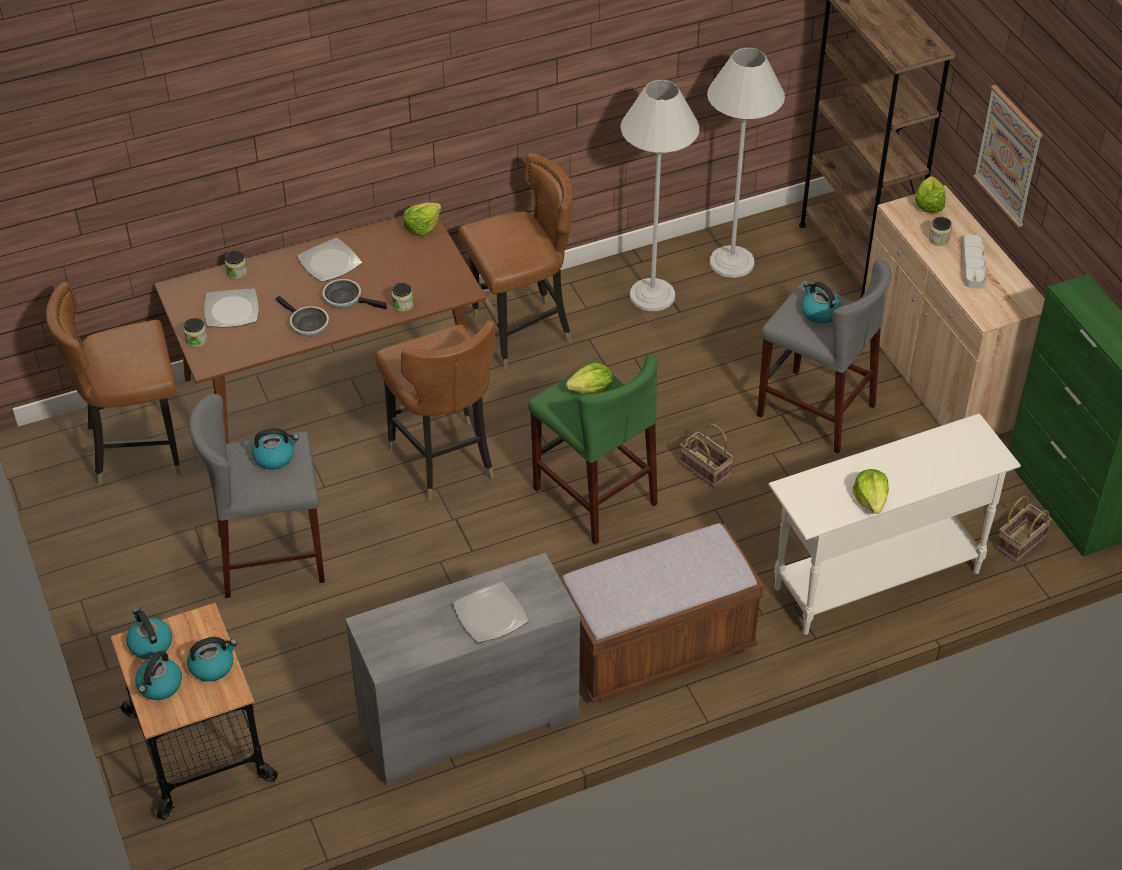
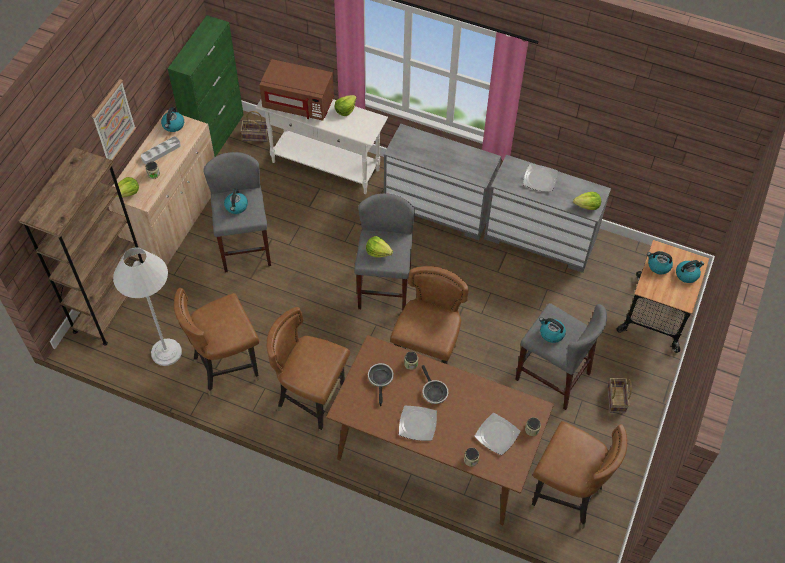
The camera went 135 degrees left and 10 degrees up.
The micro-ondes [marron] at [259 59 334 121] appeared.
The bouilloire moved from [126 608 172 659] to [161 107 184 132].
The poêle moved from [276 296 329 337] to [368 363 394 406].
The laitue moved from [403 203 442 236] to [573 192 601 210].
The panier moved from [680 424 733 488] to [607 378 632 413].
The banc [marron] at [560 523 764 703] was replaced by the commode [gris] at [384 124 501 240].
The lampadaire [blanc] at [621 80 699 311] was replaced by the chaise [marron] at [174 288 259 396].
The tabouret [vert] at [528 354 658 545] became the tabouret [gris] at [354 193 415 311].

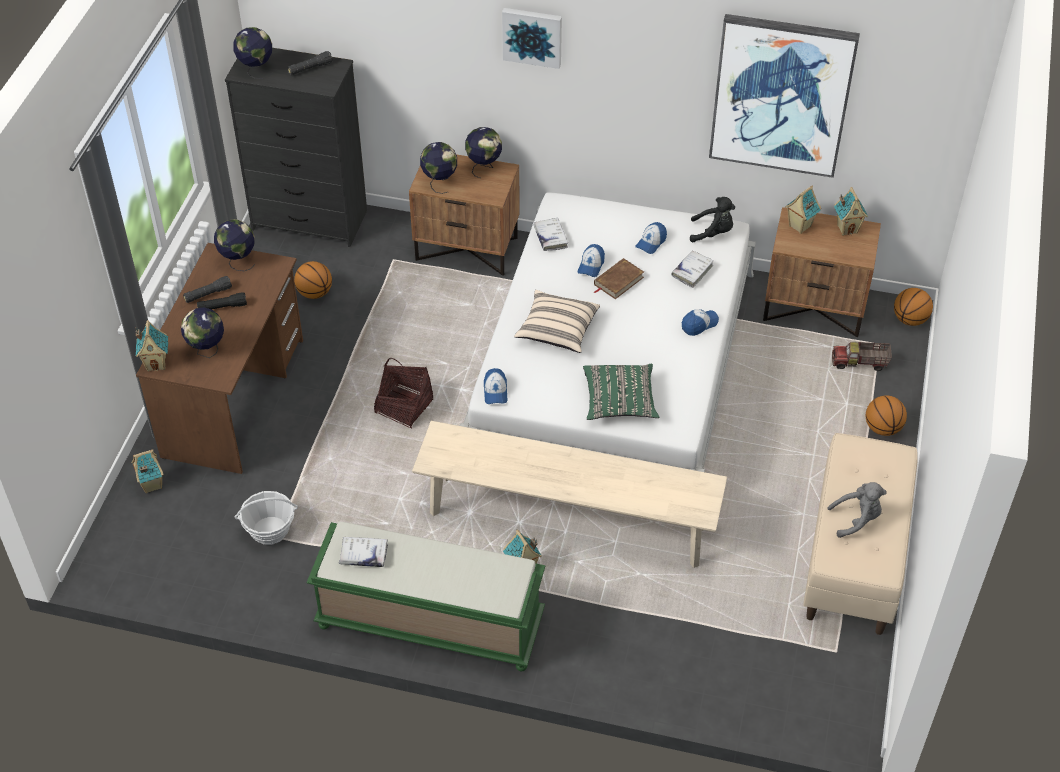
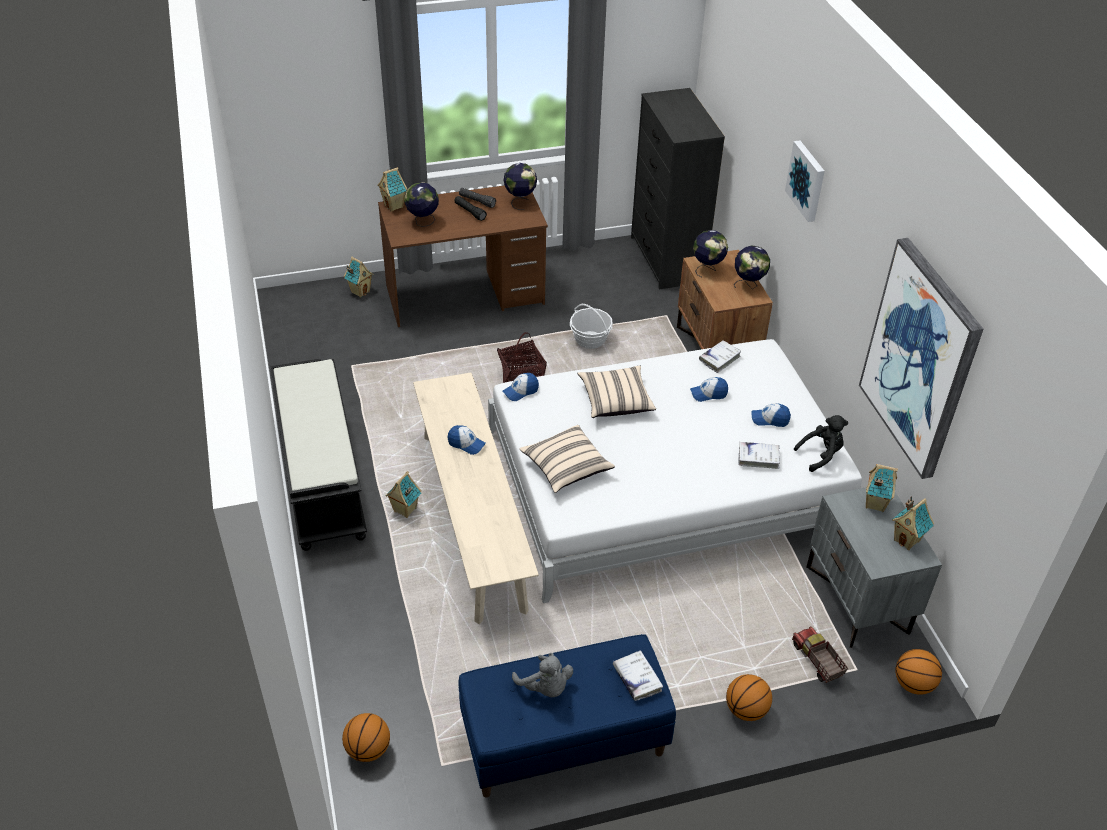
The camera went 60 degrees right and 5 degrees down.
The globe at [233 27 273 79] disappeared.
The lampe de poche [noir] at [288 51 333 75] disappeared.
The livre [marron] at [594 258 644 299] disappeared.
The panier moved from [234 491 298 545] to [570 304 613 349].
The ballon de basket moved from [294 261 332 299] to [342 713 390 762].
The livre [blanc] moved from [339 537 388 567] to [613 650 663 701].
The casquette moved from [682 309 719 336] to [448 425 486 455].
The banc [vert] at [307 522 545 671] became the banc [noir] at [270 359 367 551].
The coussin [vert] at [583 364 659 420] became the coussin [beige] at [520 425 615 493].
The table de chevet [marron] at [763 207 881 337] became the table de chevet [gris] at [806 487 942 648].
The banc [beige] at [803 433 917 635] became the banc [bleu] at [458 634 676 798].
The peluche [noir] at [690 197 735 242] turned 90 degrees counterclockwise.

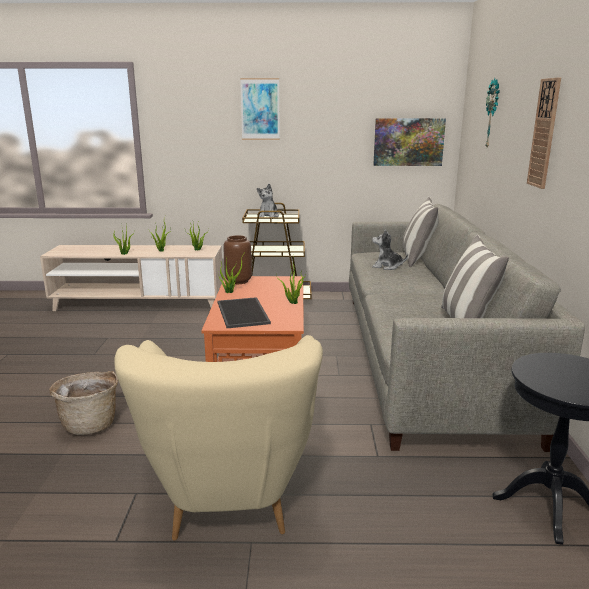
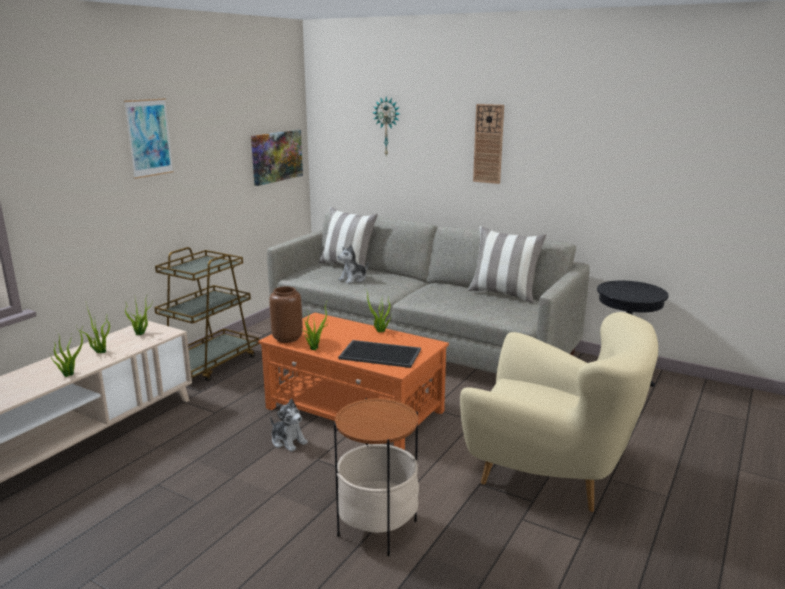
The camera went 60 degrees left and 0 degrees up.
The peluche moved from [257 184 279 217] to [270 398 308 452].
The panier at [49 371 118 435] was replaced by the table d'appoint at [334 398 419 556].

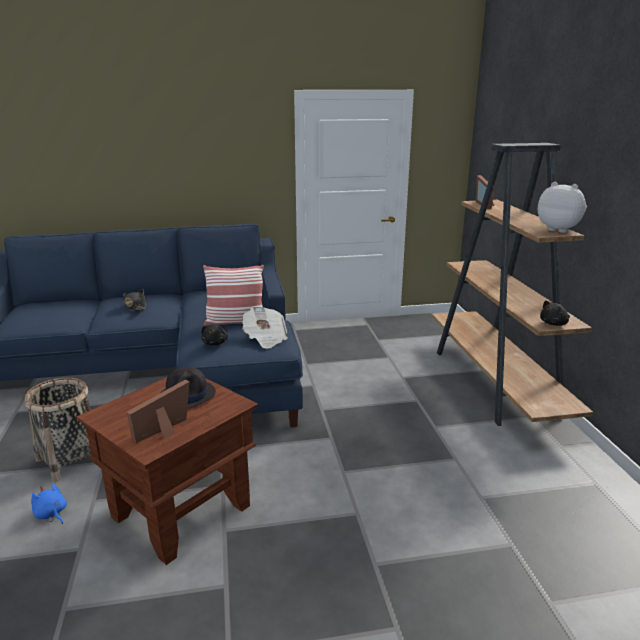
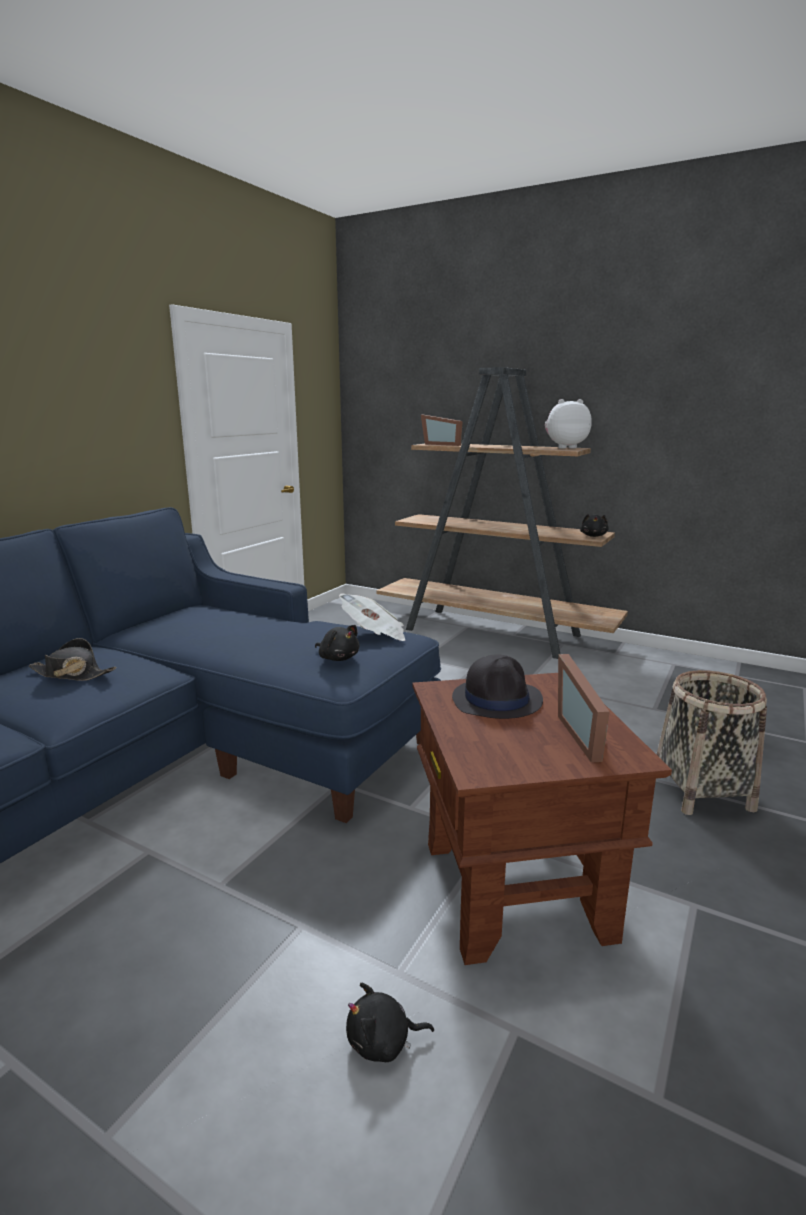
The camera went 50 degrees left and 5 degrees down.
The coussin at [203 265 264 325] disappeared.
The panier moved from [24 378 91 482] to [656 670 767 815].
The peluche [bleu] at [31 483 67 524] became the peluche [noir] at [346 983 434 1062].

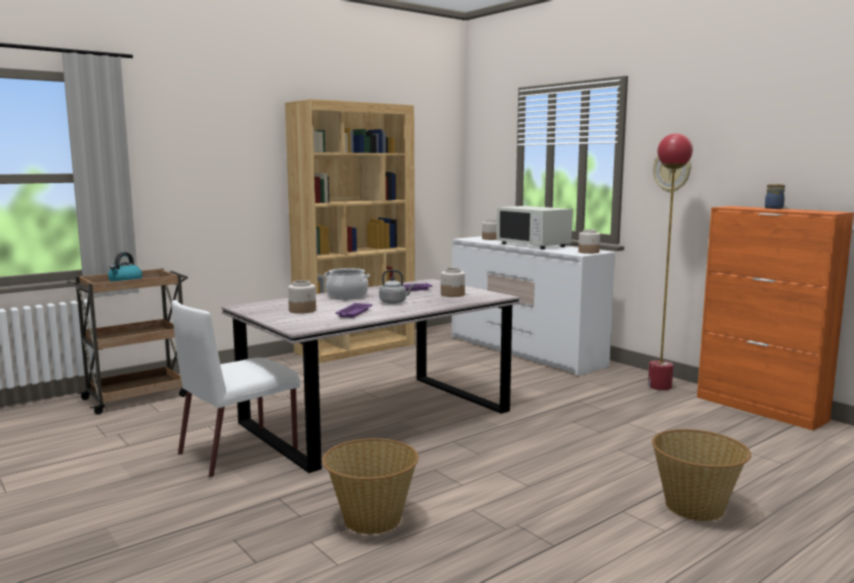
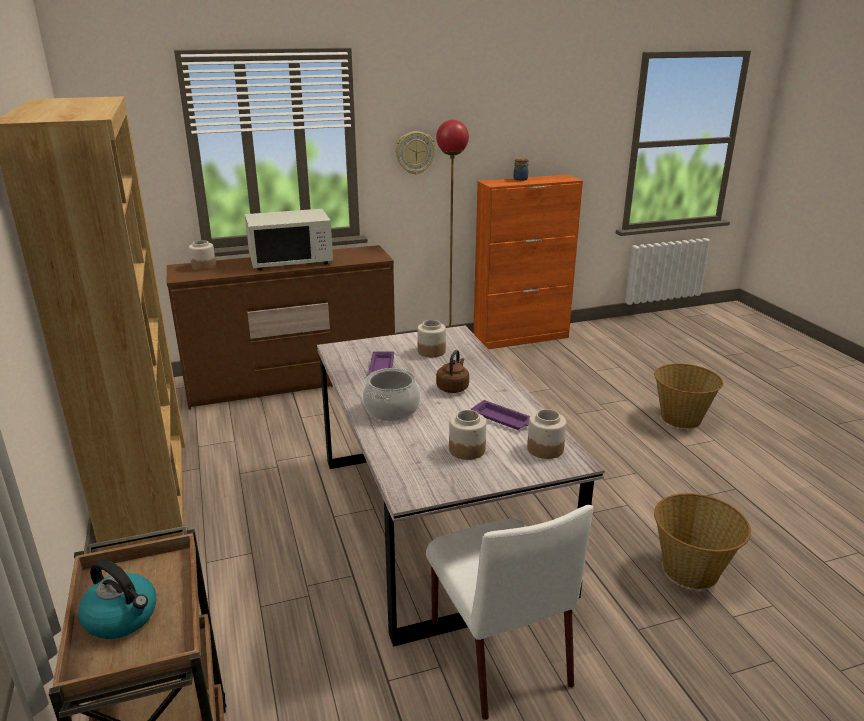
The camera went 70 degrees left and 15 degrees up.
The bocal moved from [578 229 600 254] to [527 409 566 459].
The bouilloire [gris] at [379 270 414 304] became the bouilloire [marron] at [436 350 469 393].
The commode [blanc] at [452 236 615 376] became the commode [marron] at [167 245 395 410].

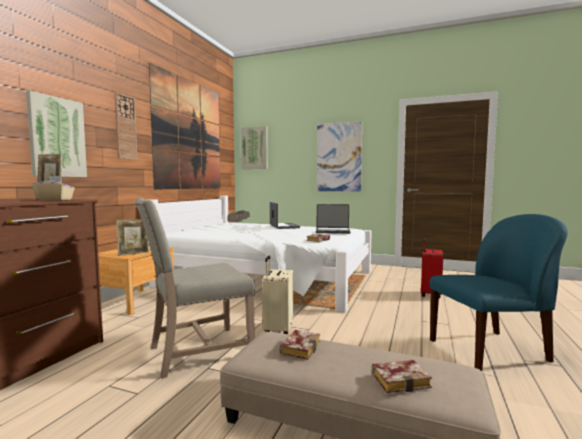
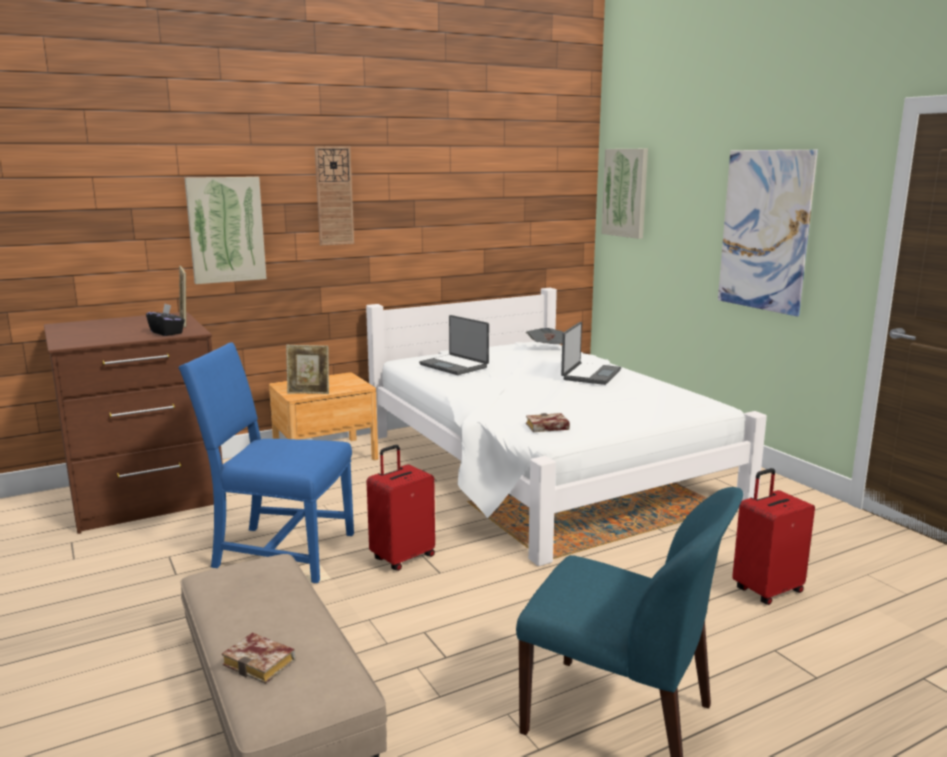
The camera went 40 degrees right and 10 degrees up.
The tableau at [148 63 220 190] disappeared.
The livre at [280 330 320 360] disappeared.
The ordinateur portable moved from [316 204 350 234] to [419 315 489 375].
The boîte à mouchoirs [beige] at [32 176 75 201] became the boîte à mouchoirs [noir] at [146 304 185 336].
The chaise [beige] at [134 198 255 379] became the chaise [bleu] at [178 342 354 583].
The valise [beige] at [262 256 293 334] became the valise [rouge] at [366 445 435 571].

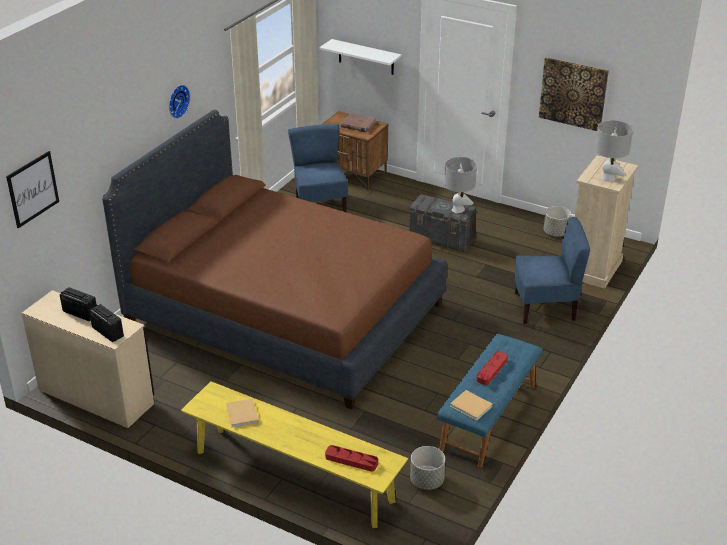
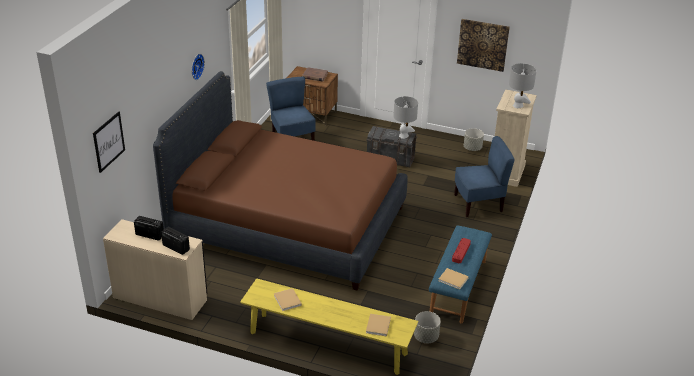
The camera went 10 degrees left and 0 degrees up.
The étagère [blanc] at [319 39 402 75] disappeared.
The plateau [rouge] at [325 445 378 472] was replaced by the livre [beige] at [366 314 391 337].

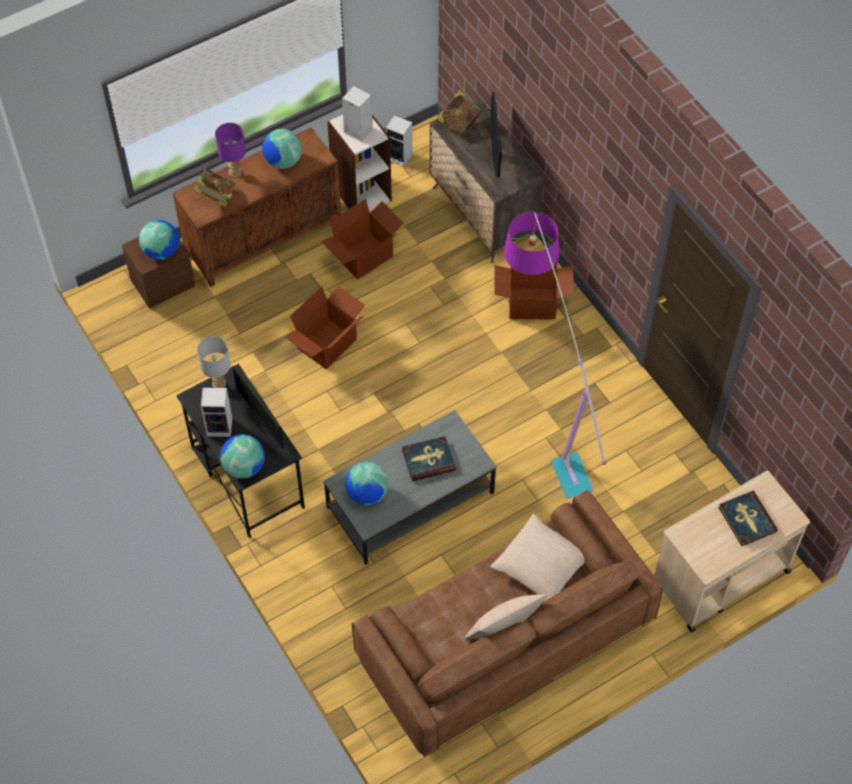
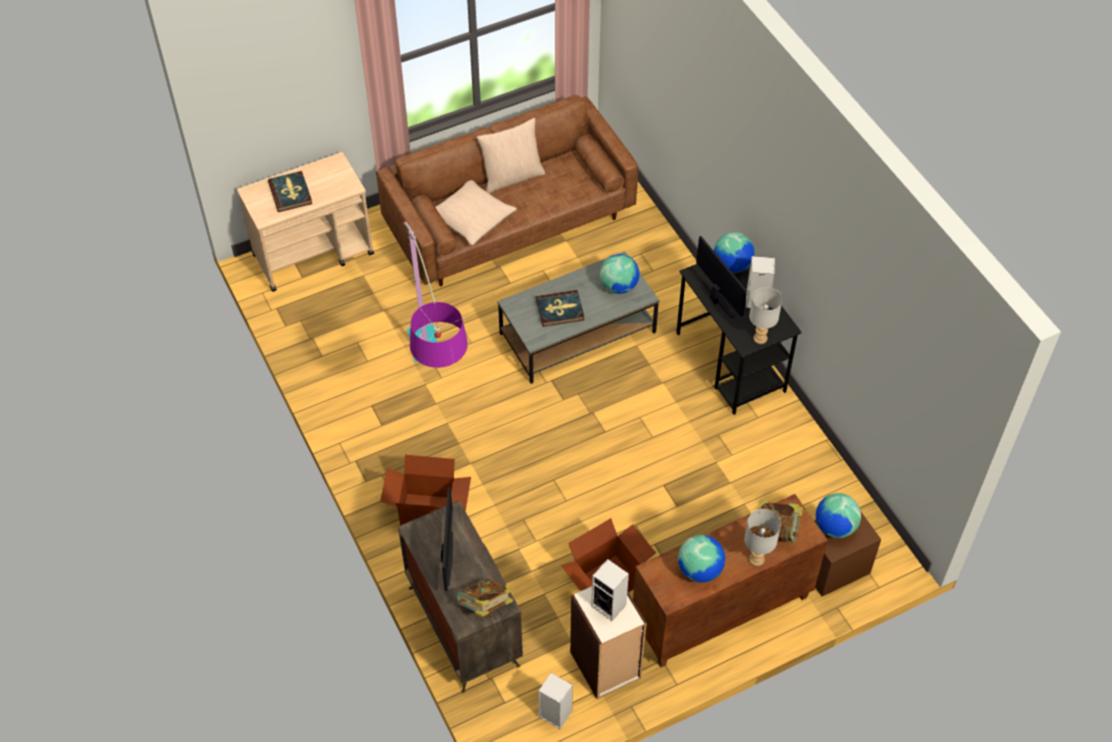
The camera went 175 degrees left and 5 degrees down.
The carton at [285 286 365 369] disappeared.
The lampe de table [violet] at [215 123 246 178] became the lampe de table [gris] at [744 509 781 567].

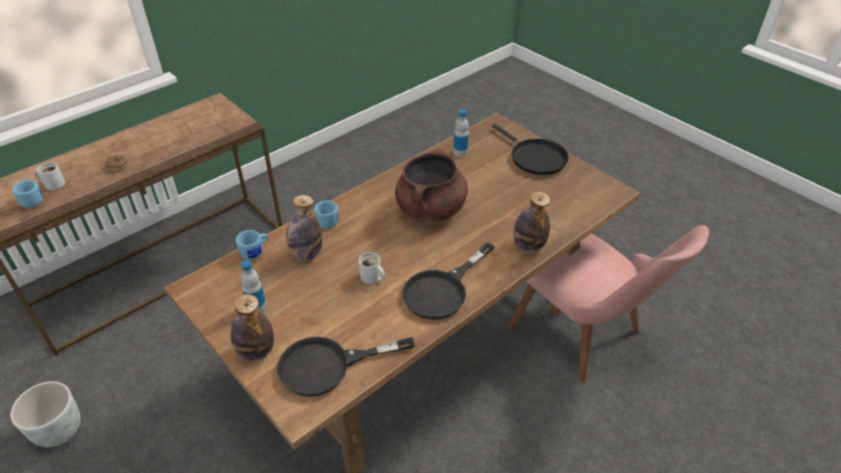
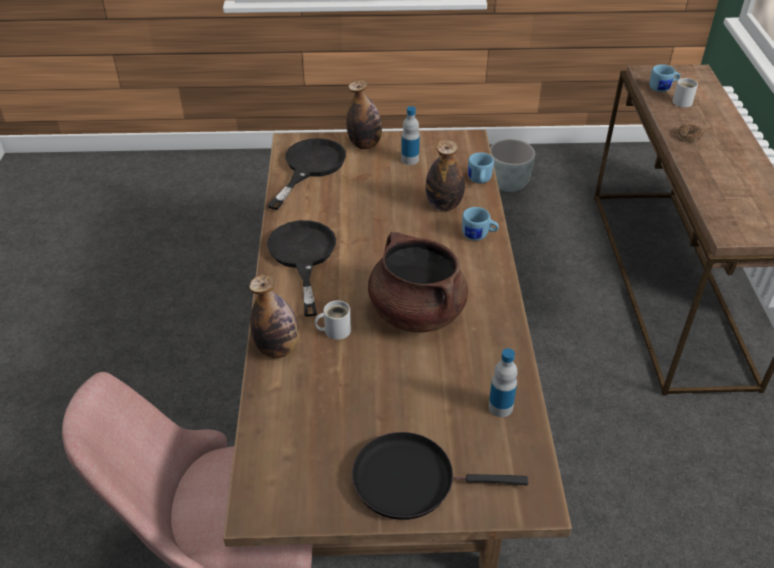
The camera went 130 degrees right and 0 degrees up.
The mug [blanc] moved from [359 252 385 284] to [315 300 351 340].

